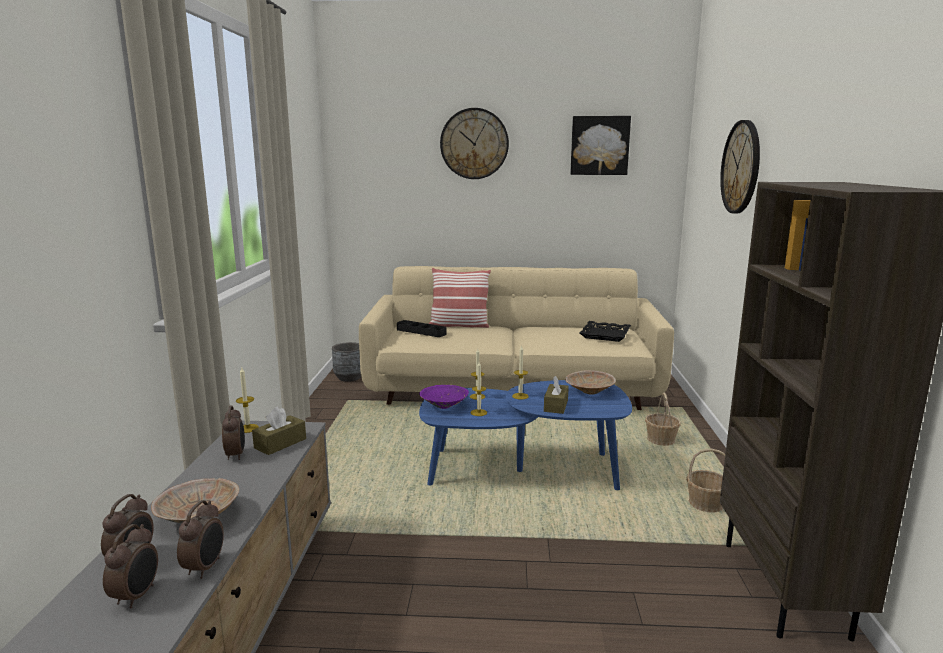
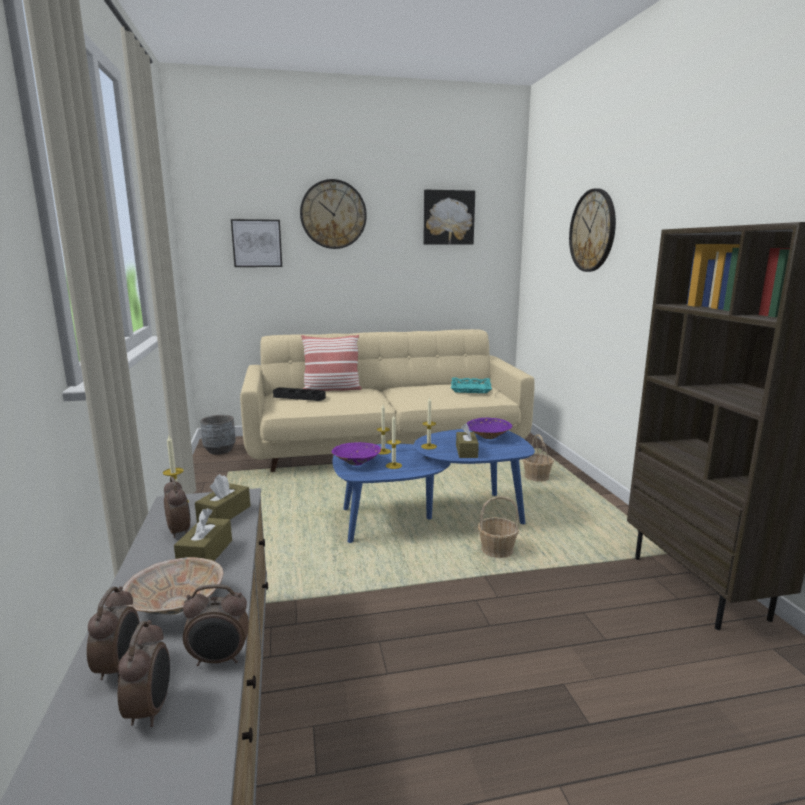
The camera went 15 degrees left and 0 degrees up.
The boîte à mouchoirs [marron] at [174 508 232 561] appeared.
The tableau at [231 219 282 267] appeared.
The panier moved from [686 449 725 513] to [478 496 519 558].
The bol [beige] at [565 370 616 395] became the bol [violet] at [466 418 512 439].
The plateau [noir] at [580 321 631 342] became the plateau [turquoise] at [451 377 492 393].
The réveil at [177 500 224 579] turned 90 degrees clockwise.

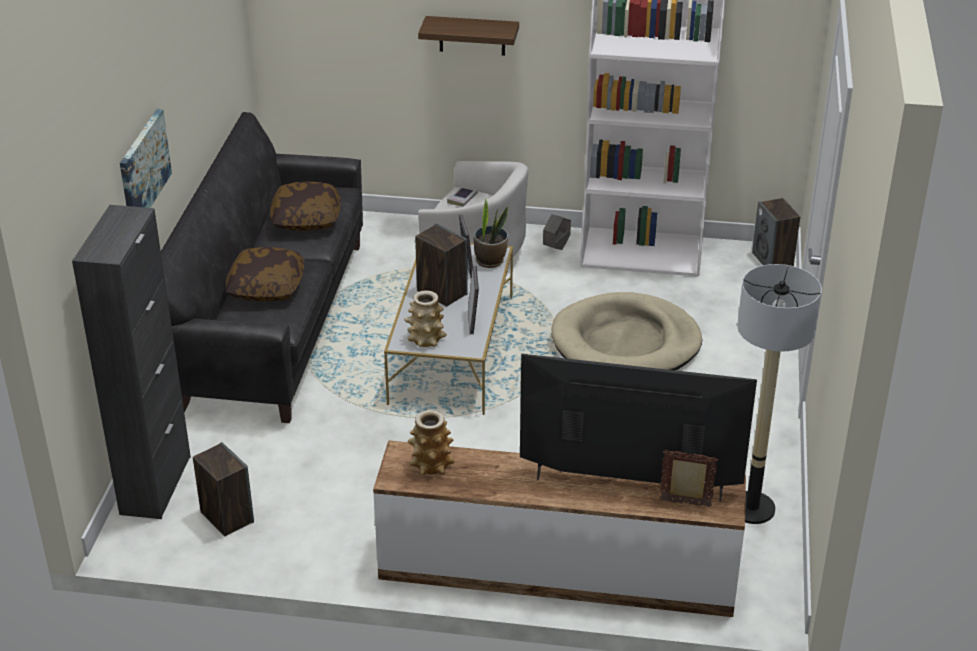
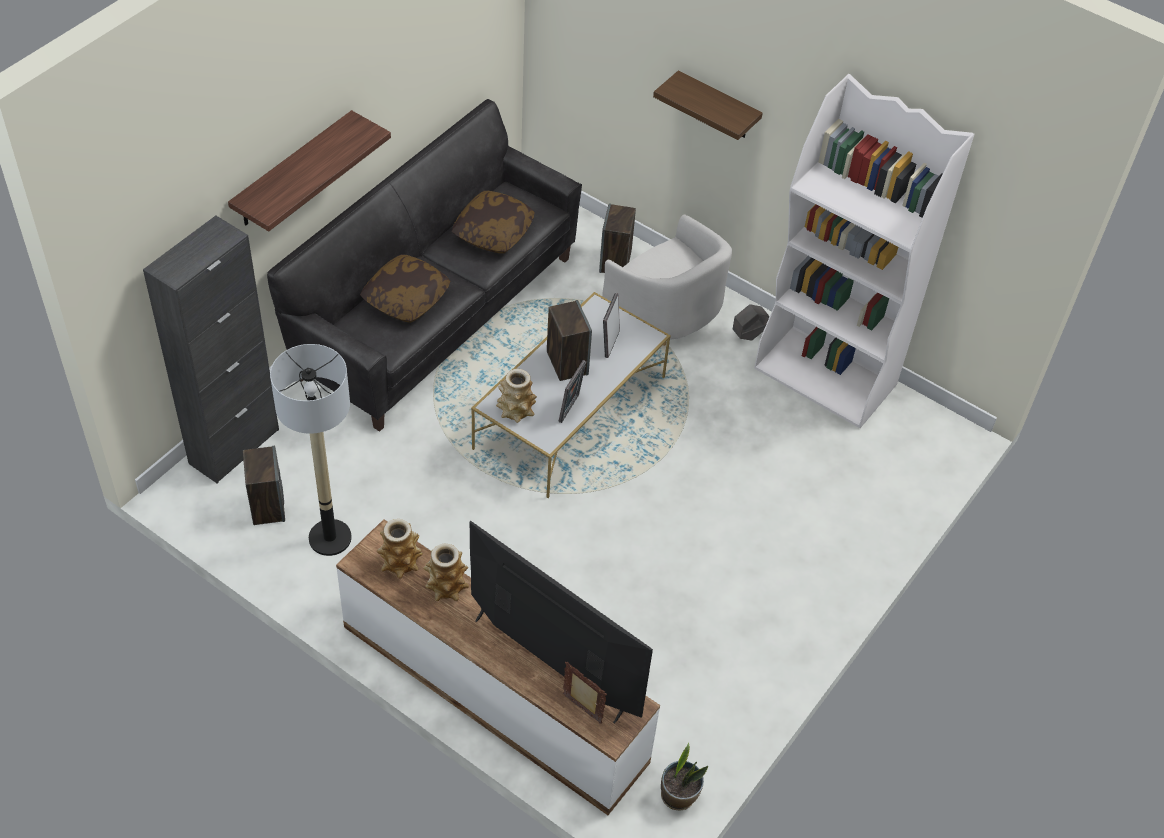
The camera went 25 degrees right and 15 degrees up.
The livre at [447 187 478 207] disappeared.
The panier pour chien [beige] at [551 292 702 370] disappeared.
The vase at [424 544 469 601] appeared.
The plante en pot moved from [474 198 508 268] to [661 742 708 810].
The lampadaire moved from [737 264 822 524] to [270 344 352 556].
The enceinte moved from [752 198 800 266] to [599 203 636 273].
The tableau at [120 109 172 208] was replaced by the étagère at [228 110 391 232].

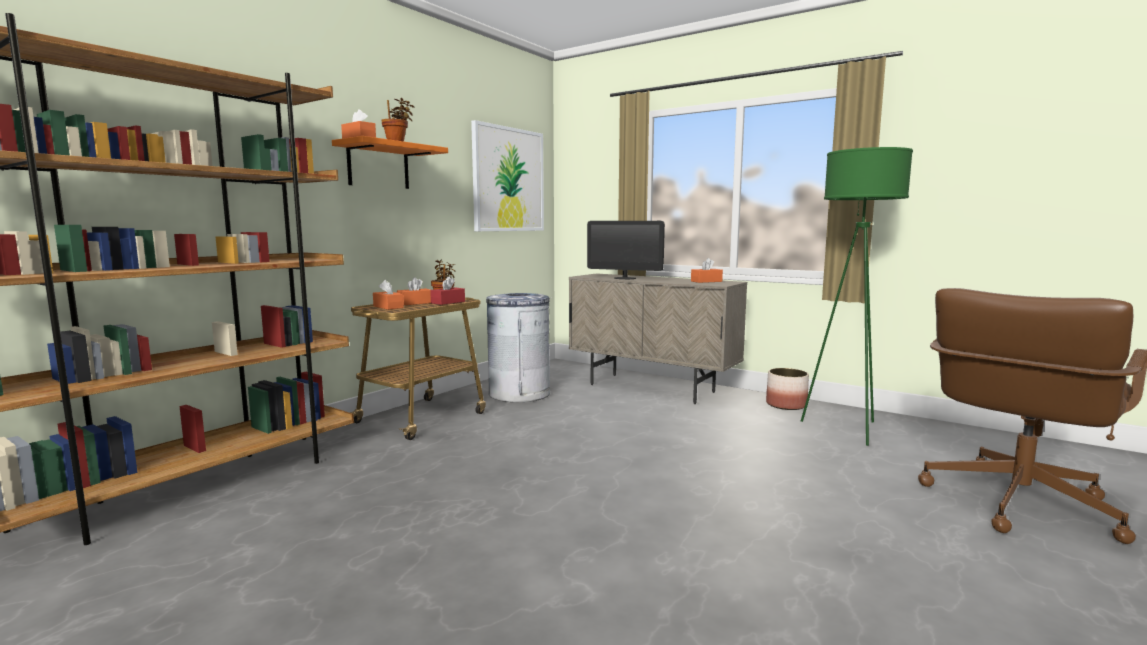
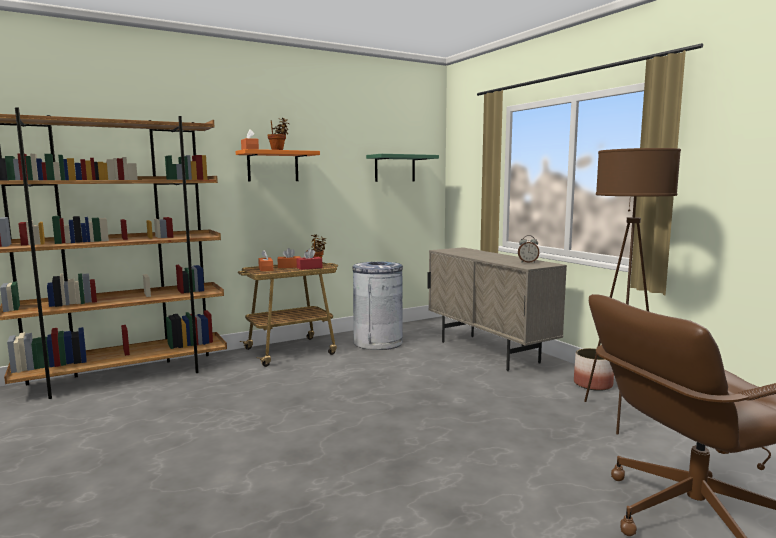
The camera went 25 degrees right and 0 degrees up.
The écran d'ordinateur at [587 221 665 279] disappeared.
The tableau at [471 120 544 231] was replaced by the étagère [vert] at [366 154 439 182].
The boîte à mouchoirs [orange] at [691 258 723 283] was replaced by the réveil at [518 235 539 263].
The lampadaire [vert] at [801 147 913 446] became the lampadaire [marron] at [584 148 681 435].

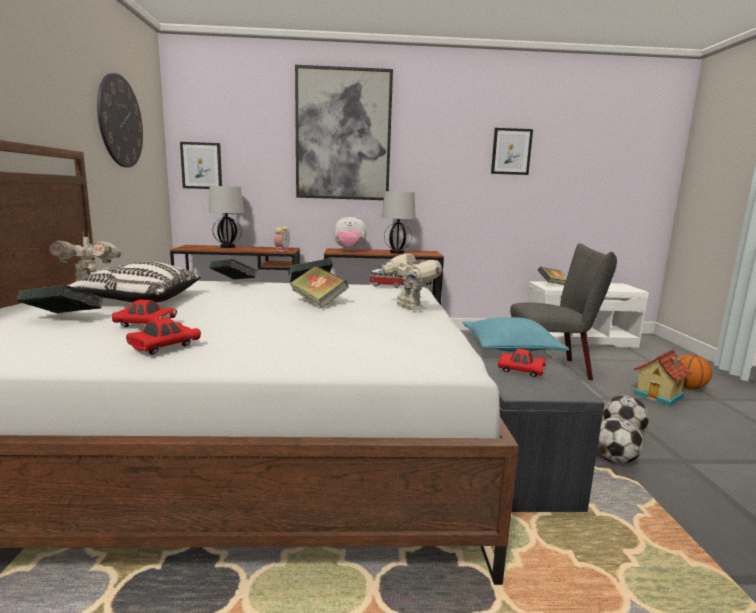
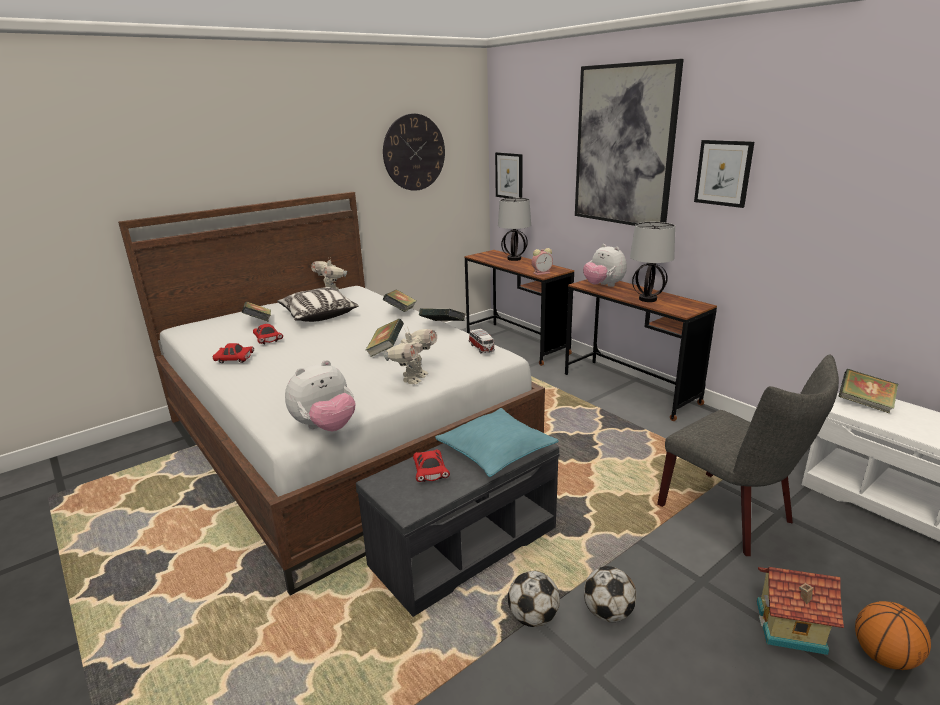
The camera went 55 degrees right and 10 degrees up.
The peluche at [285 360 355 431] appeared.
The tableau moved from [491 128 533 175] to [694 140 754 208].

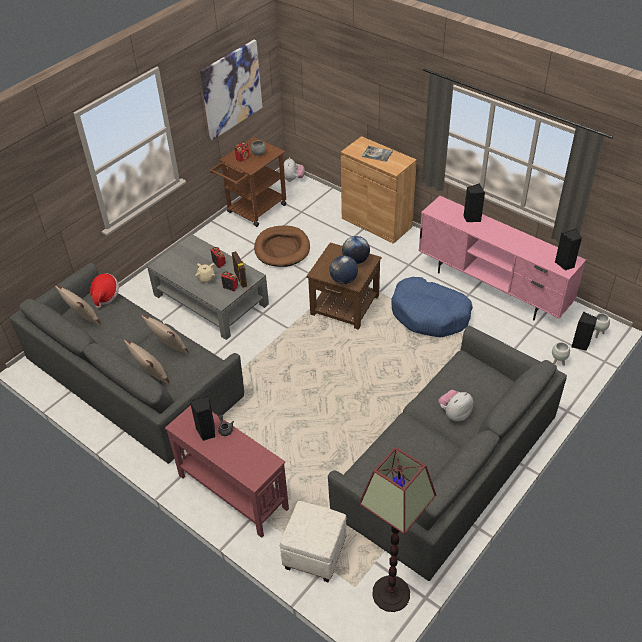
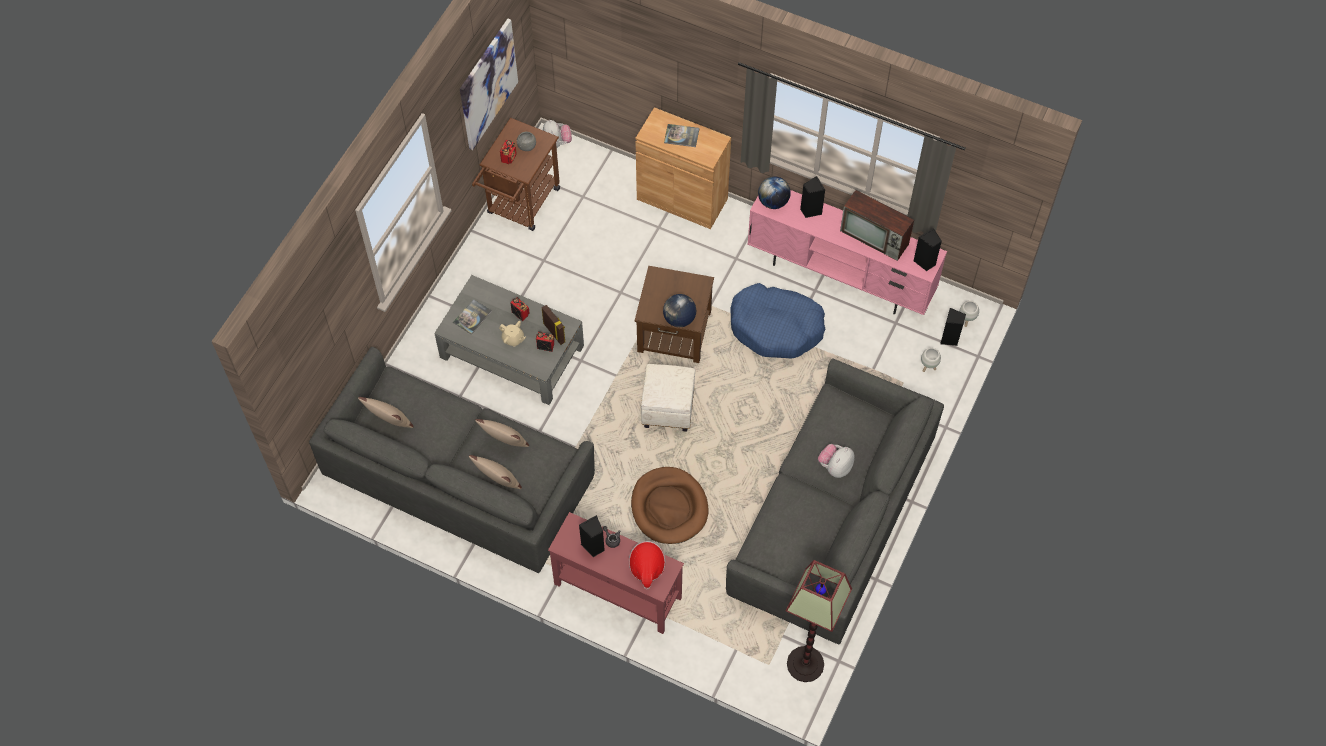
The camera went 15 degrees left and 15 degrees up.
The livre at [453 299 492 335] appeared.
The téléviseur at [840 190 914 261] appeared.
The chapeau moved from [90 273 119 308] to [629 541 666 589].
The panier pour chien [marron] moved from [254 225 310 267] to [631 467 708 544].
The pouf [blanc] moved from [280 501 346 582] to [641 364 695 432].
The globe moved from [342 236 370 264] to [758 176 791 209].

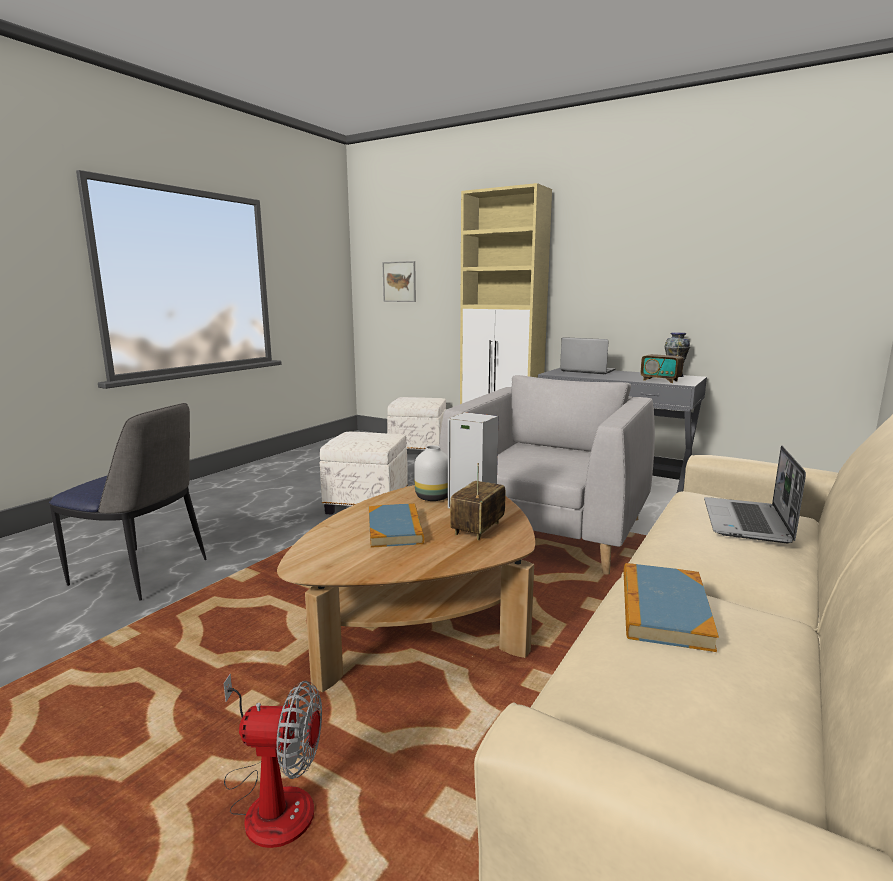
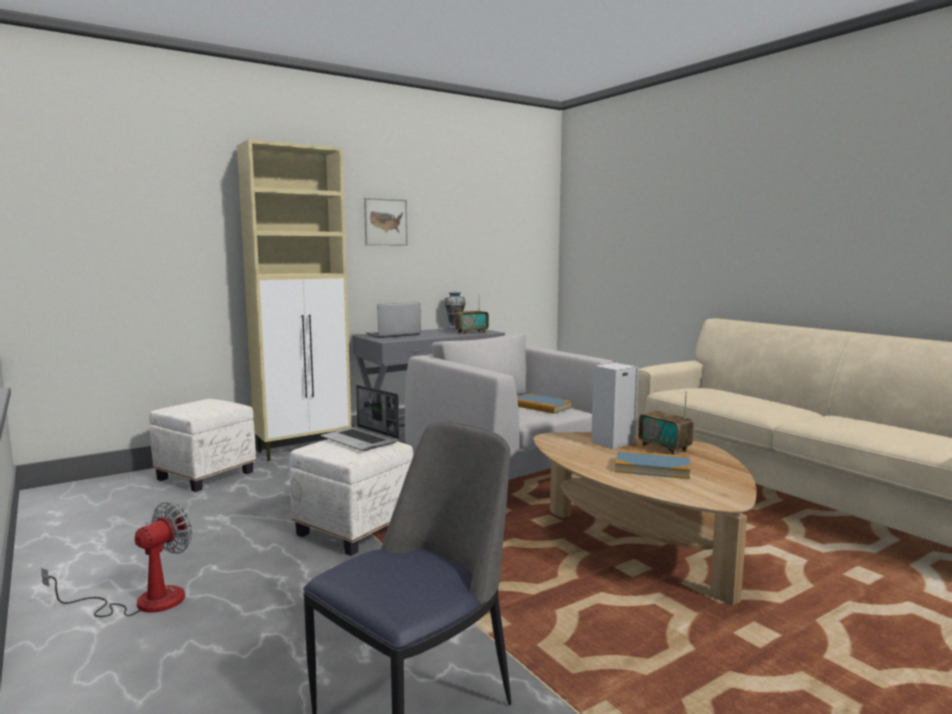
The camera went 65 degrees left and 5 degrees down.
The vase [blanc] at [414 445 448 501] disappeared.
The ventilateur moved from [224 674 322 848] to [41 502 193 617].
The tableau moved from [383 261 416 302] to [364 198 408 246].
The livre moved from [623 563 719 652] to [517 394 572 414].
The ordinateur portable moved from [704 446 806 543] to [321 385 400 451].

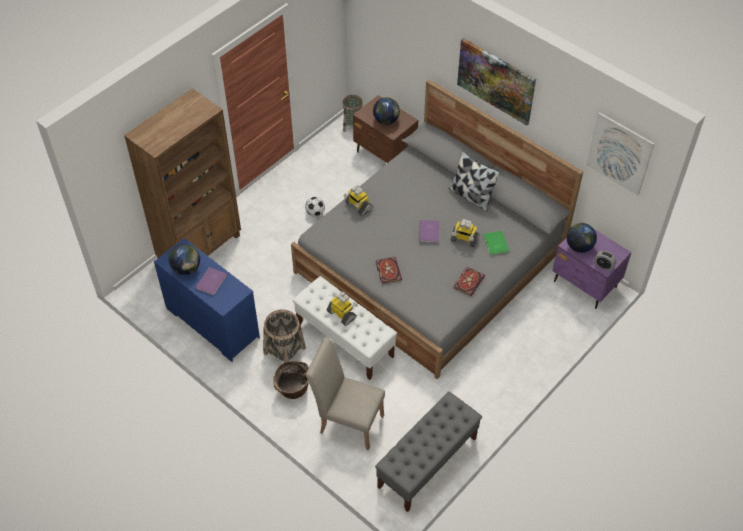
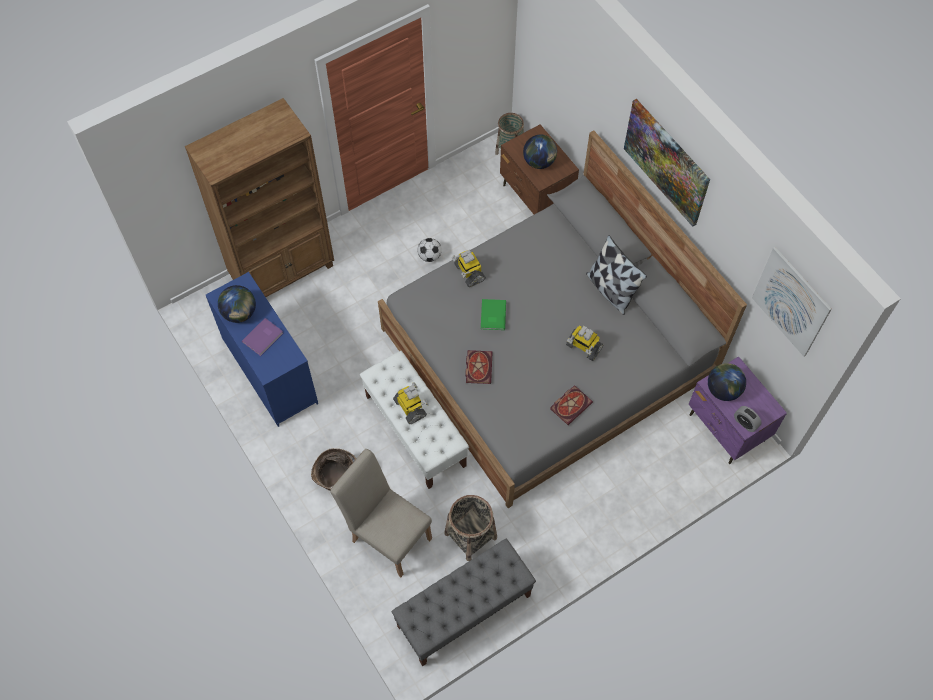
The camera went 15 degrees right and 10 degrees up.
The livre [violet] at [419 220 439 243] disappeared.
The panier moved from [263 309 306 362] to [444 495 497 561].
The livre [vert] moved from [483 231 510 256] to [481 299 506 330].

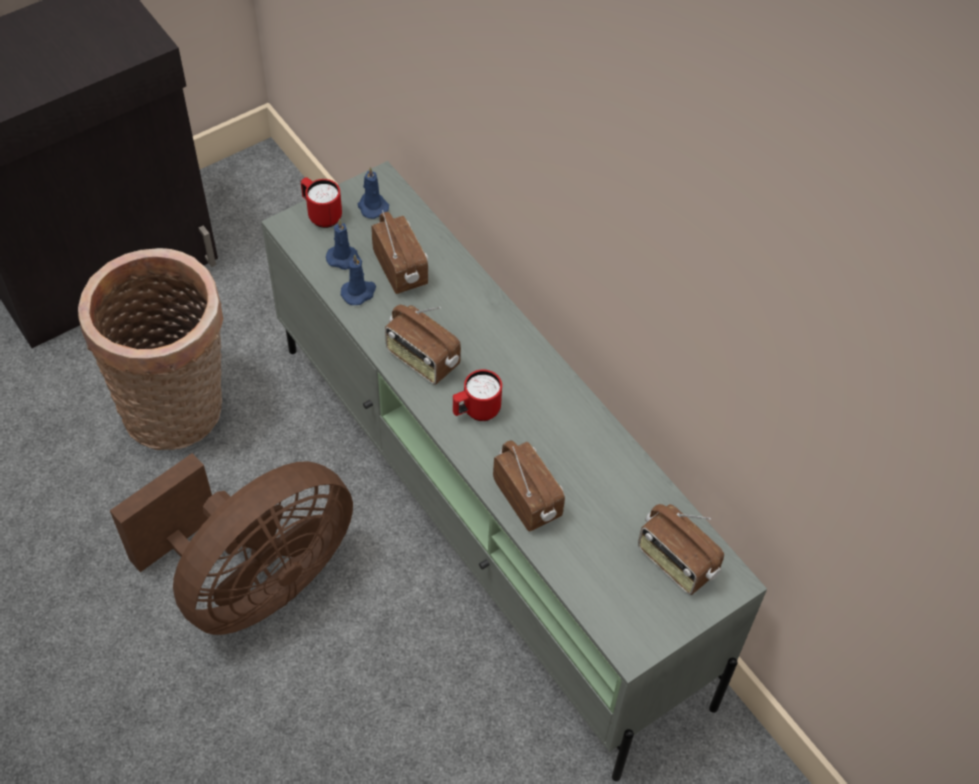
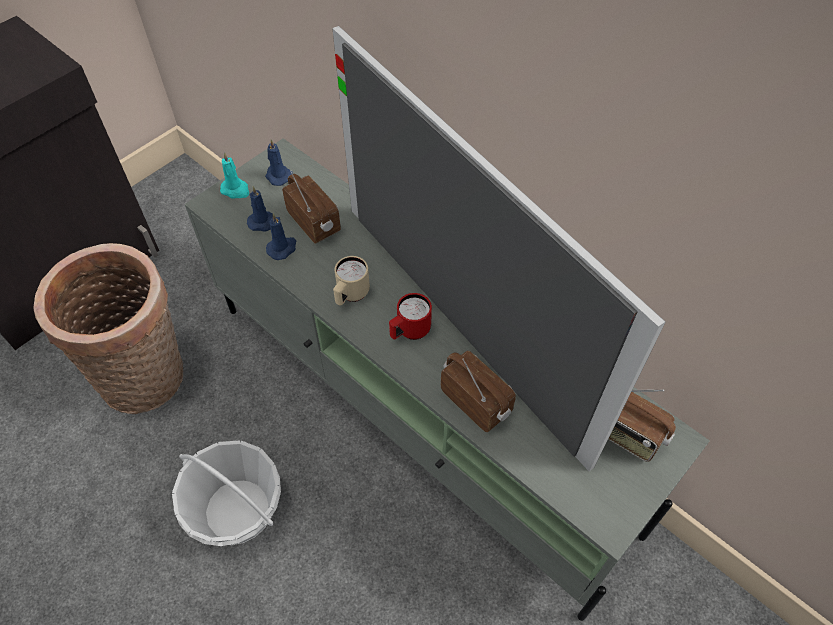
The camera went 10 degrees left and 0 degrees up.
The téléviseur at [332 26 666 471] appeared.
The ventilateur [marron] at [110 453 353 635] was replaced by the panier at [172 440 281 546].
The mug [rouge] at [301 177 342 228] was replaced by the bougie [turquoise] at [220 152 249 199].
The radio at [385 305 461 385] was replaced by the mug [beige] at [333 256 370 306].

